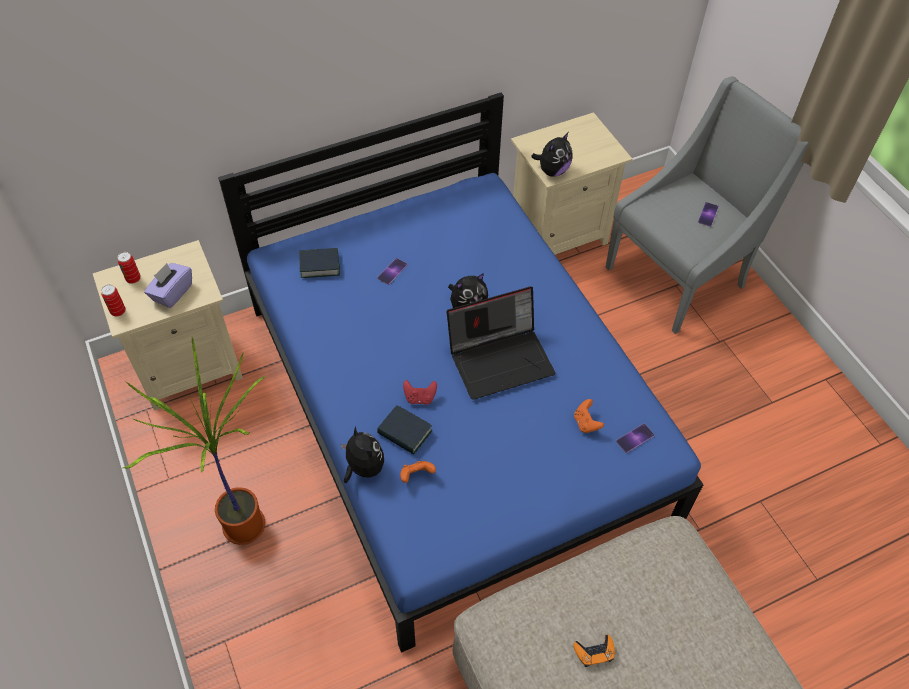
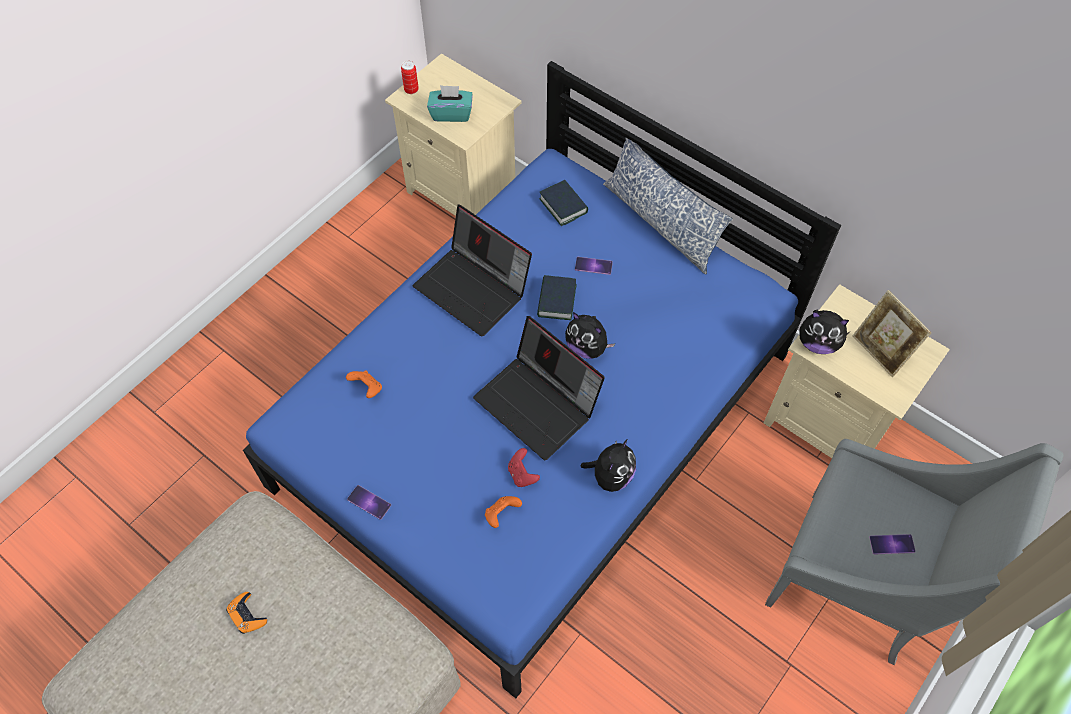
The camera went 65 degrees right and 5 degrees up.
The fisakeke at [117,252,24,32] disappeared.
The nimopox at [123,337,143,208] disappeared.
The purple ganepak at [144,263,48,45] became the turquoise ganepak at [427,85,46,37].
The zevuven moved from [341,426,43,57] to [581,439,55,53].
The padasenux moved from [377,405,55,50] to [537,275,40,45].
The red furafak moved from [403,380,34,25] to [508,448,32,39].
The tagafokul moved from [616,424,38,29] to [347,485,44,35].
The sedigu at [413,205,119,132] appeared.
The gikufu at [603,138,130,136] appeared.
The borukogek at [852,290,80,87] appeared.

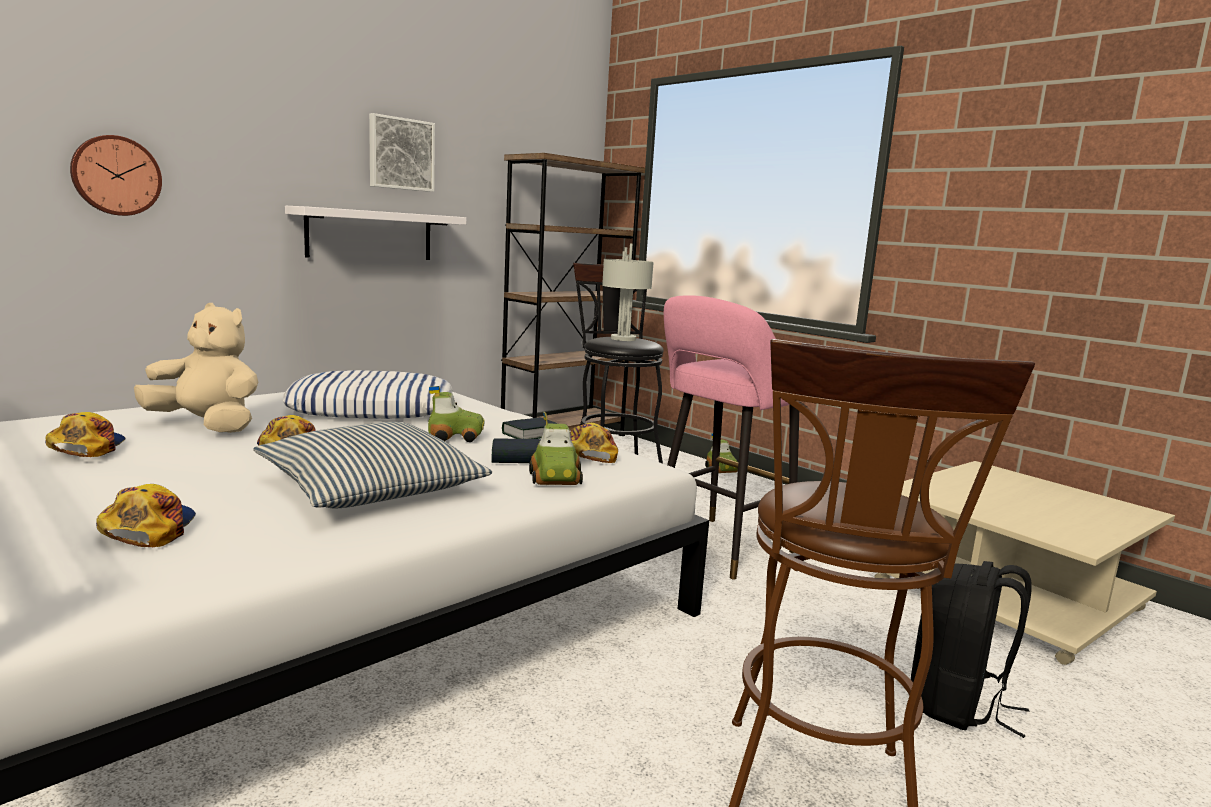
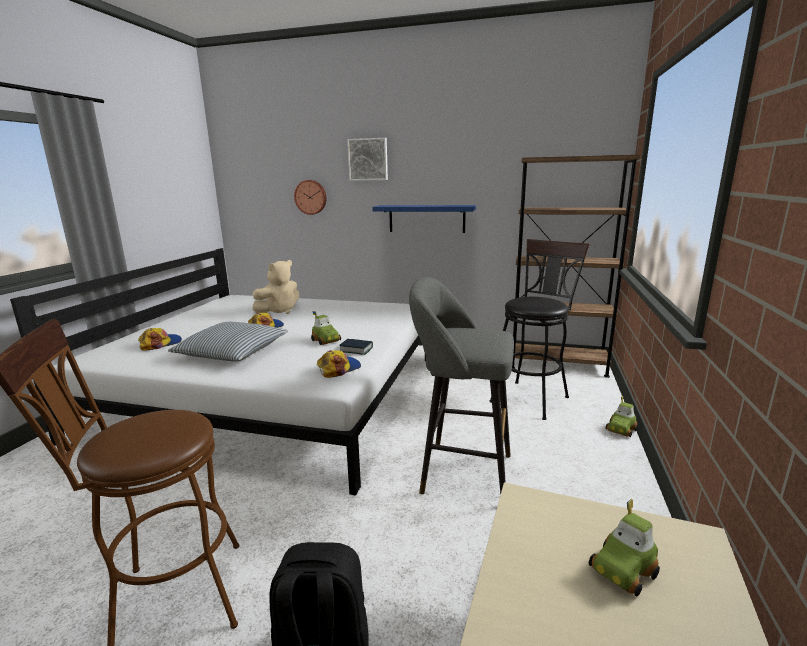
The camera went 60 degrees right and 5 degrees up.
The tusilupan at [45,412,81,45] disappeared.
The beige zevuven at [134,303,124,130] turned 60 degrees clockwise.
The gikufu at [283,370,170,49] disappeared.
The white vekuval at [285,206,181,54] became the blue vekuval at [372,205,104,28].
The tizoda moved from [369,113,66,79] to [347,138,41,43].
The padasenux at [491,438,50,25] disappeared.
The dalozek moved from [529,412,54,73] to [589,499,71,97].
The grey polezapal at [602,244,52,97] disappeared.
The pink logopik at [664,295,135,285] became the grey logopik at [409,277,105,218].

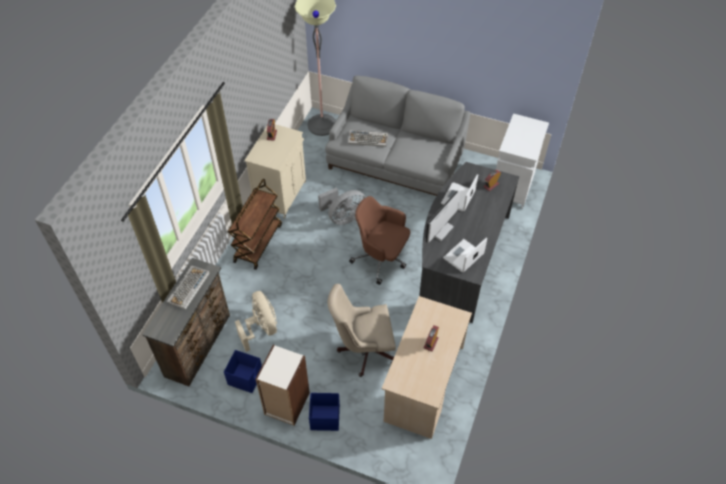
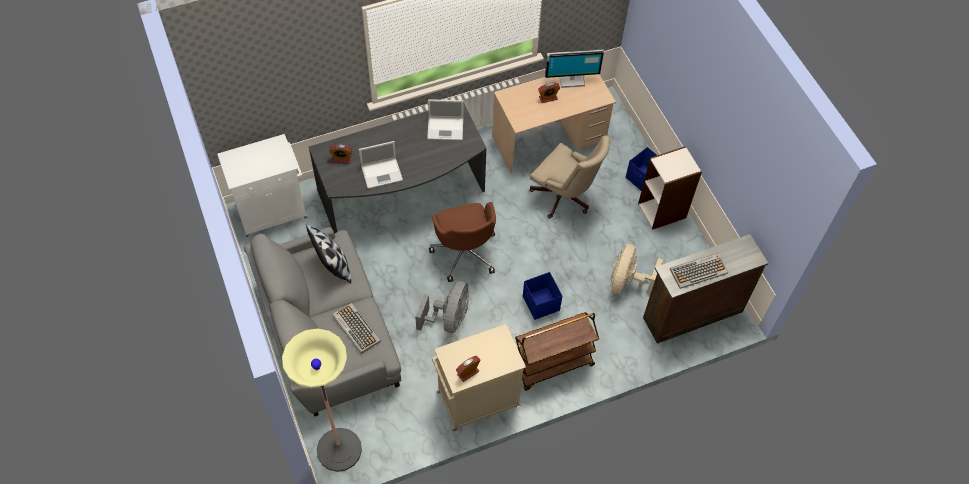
The camera went 135 degrees left and 5 degrees up.
The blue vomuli moved from [224,350,38,43] to [523,272,39,48].
The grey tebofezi at [318,188,48,37] turned 90 degrees clockwise.
The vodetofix moved from [425,190,36,54] to [545,50,59,38].
The gikufu at [306,224,45,59] appeared.

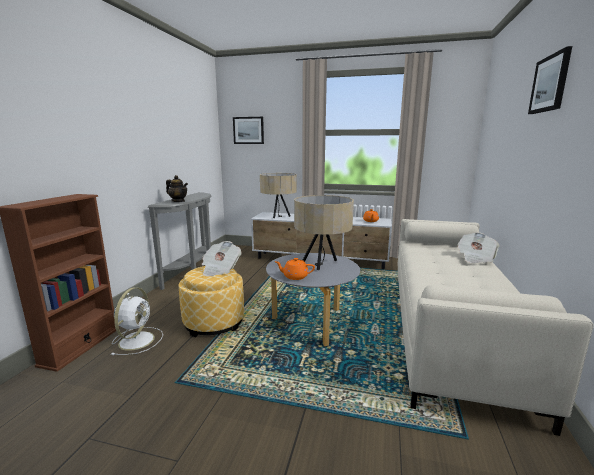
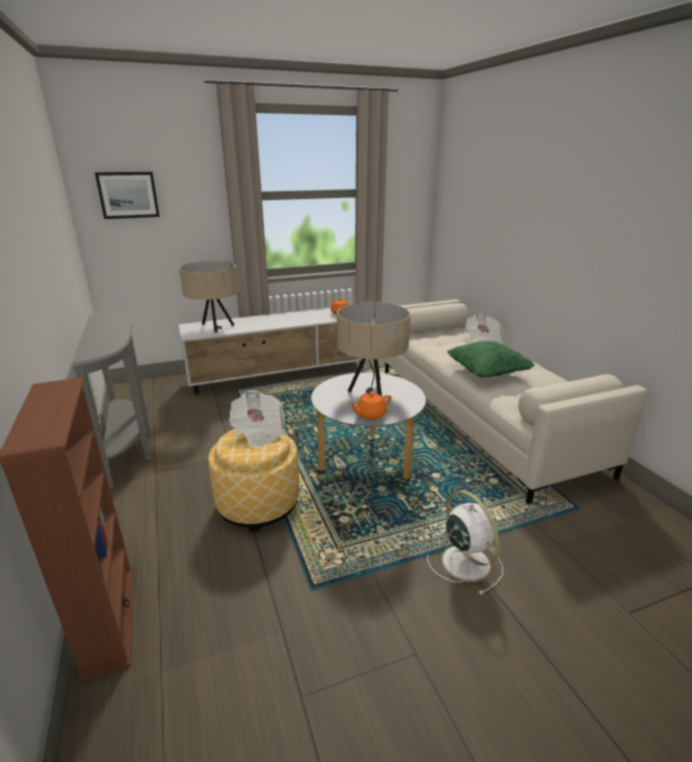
The camera went 35 degrees left and 10 degrees up.
The white tebofezi moved from [111,287,52,68] to [427,490,76,105].
The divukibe at [166,175,22,27] disappeared.
The tizoda at [528,46,44,68] disappeared.
The green gikufu at [447,341,88,37] appeared.

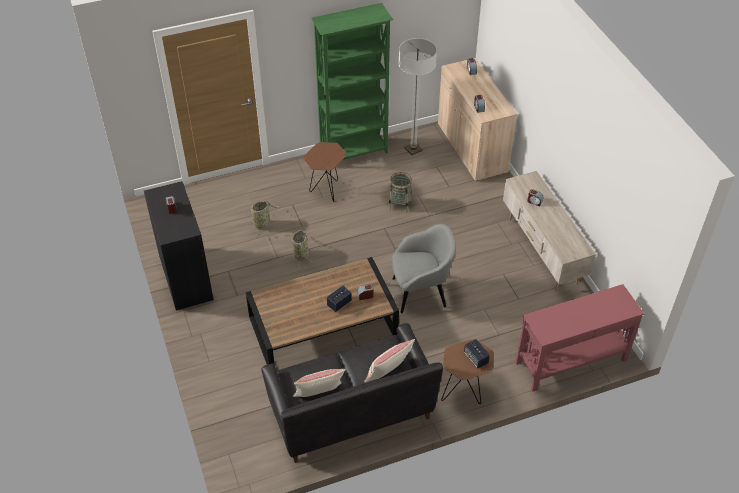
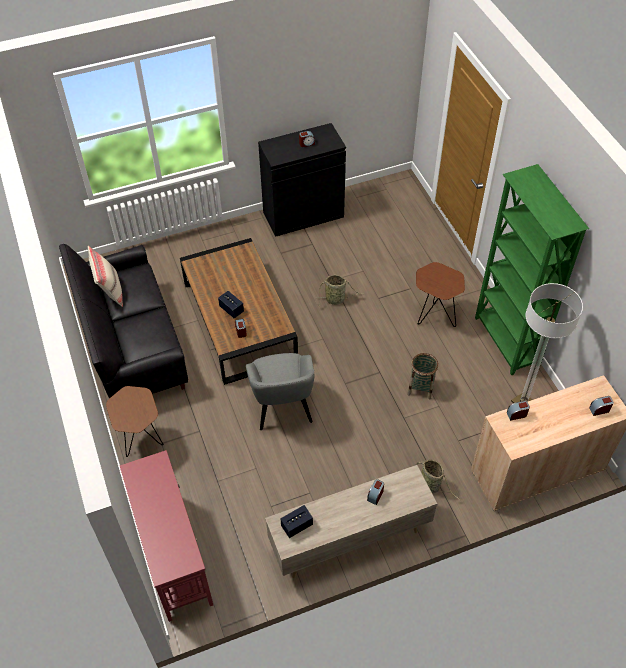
The camera went 90 degrees right and 5 degrees up.
The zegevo moved from [250,201,29,34] to [416,460,45,40].
The beige gikufu at [364,339,51,44] disappeared.
The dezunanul moved from [464,339,26,30] to [281,505,32,33].

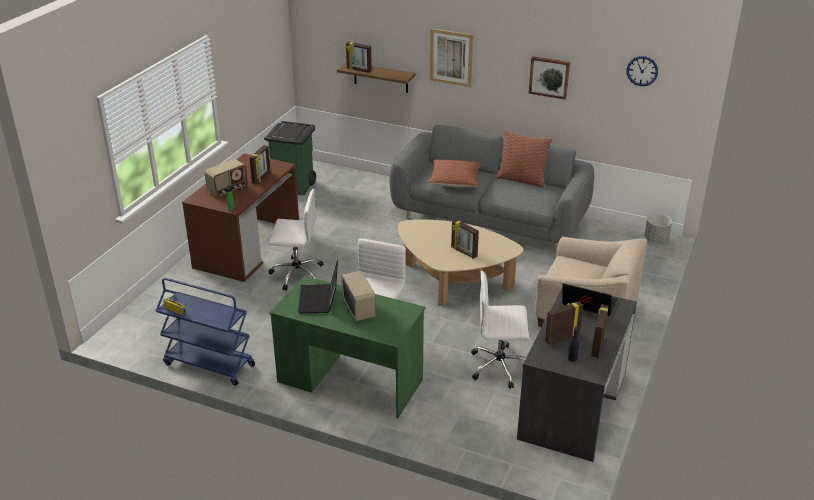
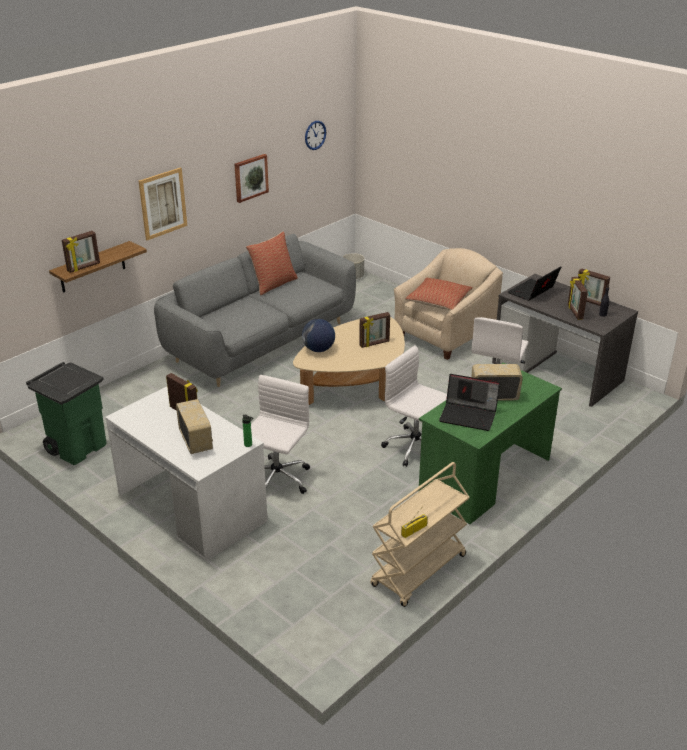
The camera went 70 degrees left and 0 degrees up.
The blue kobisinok at [156,278,99,108] became the beige kobisinok at [370,462,99,145].
The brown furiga at [182,153,117,129] became the white furiga at [105,386,163,175].
The gikufu moved from [428,159,53,28] to [405,278,68,32].
The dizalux at [302,319,33,33] appeared.

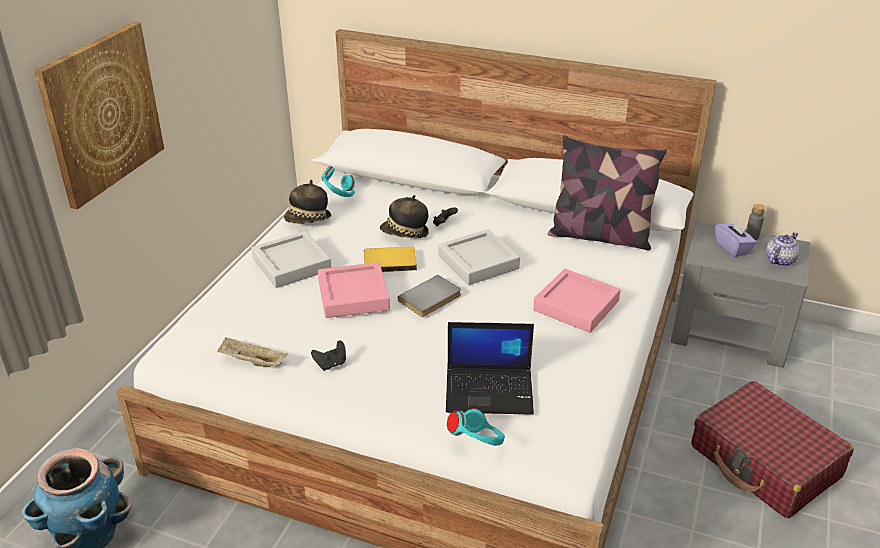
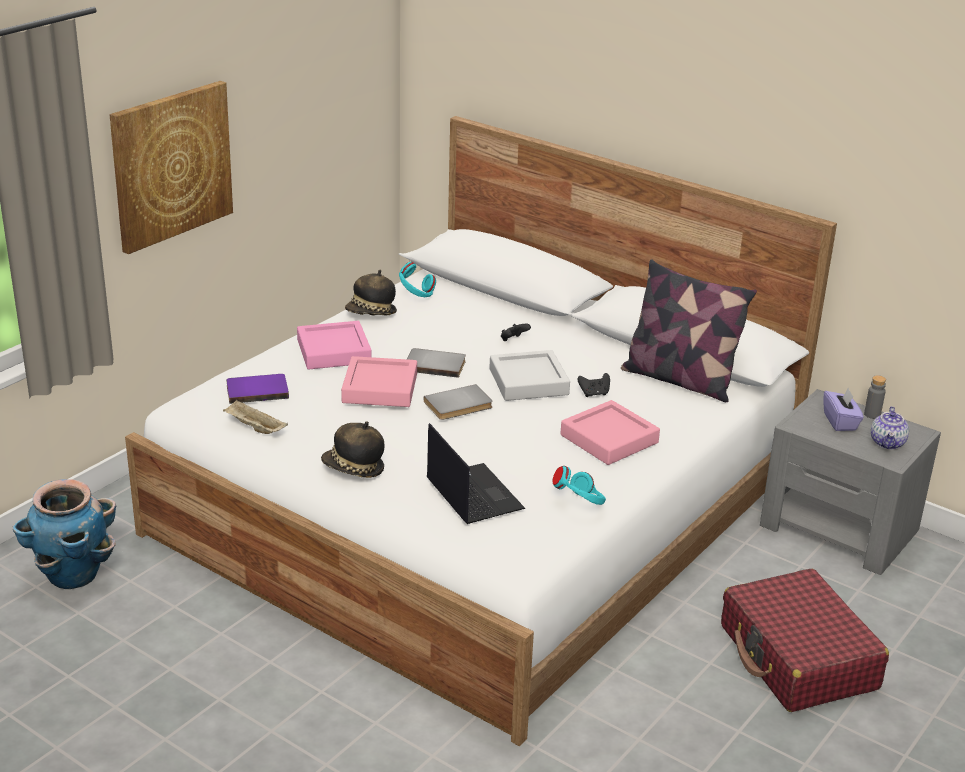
The camera went 15 degrees right and 5 degrees down.
The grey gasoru at [252,231,80,57] became the pink gasoru at [297,321,75,49].
The black furafak moved from [311,340,35,31] to [577,373,33,24].
The yellow padasenux at [364,246,53,26] became the grey padasenux at [407,348,59,30].
The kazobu moved from [380,195,49,43] to [321,421,63,57].
The sedigu at [446,322,88,93] turned 135 degrees counterclockwise.
The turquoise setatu moved from [447,408,58,38] to [552,466,54,39].
The divukibe at [766,232,33,34] turned 135 degrees clockwise.
The purple padasenux at [226,374,63,30] appeared.

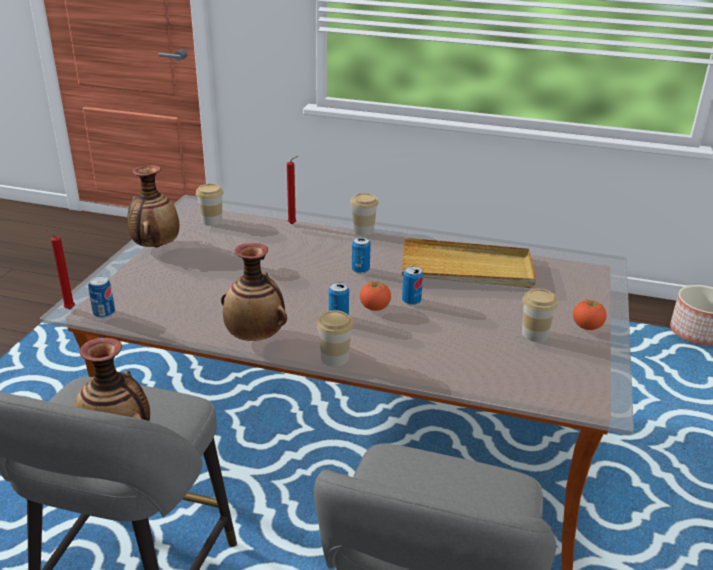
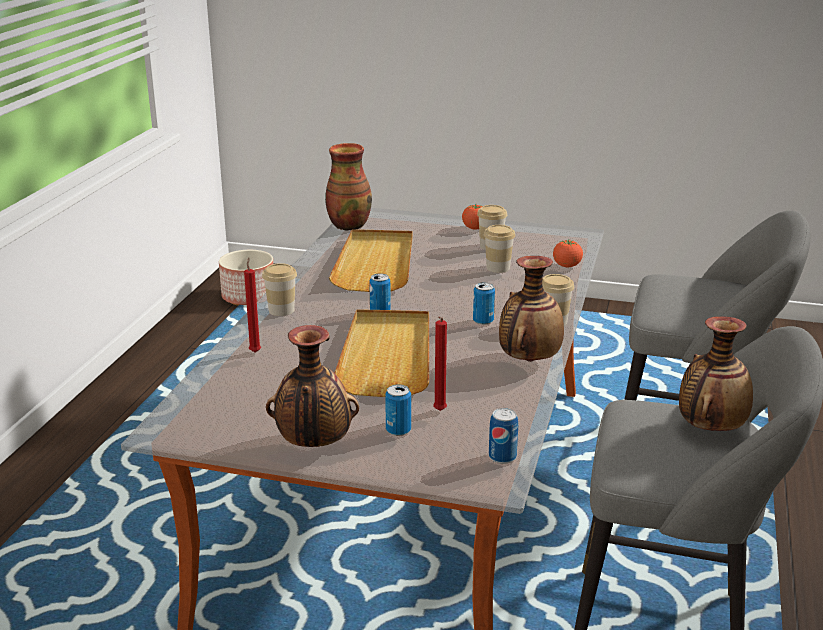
The camera went 90 degrees left and 5 degrees down.
The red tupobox moved from [46,229,29,80] to [433,317,14,94].
The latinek moved from [196,184,28,42] to [484,225,31,48].
The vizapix moved from [360,281,31,30] to [553,240,30,27].
The fisakeke moved from [402,266,21,39] to [385,384,26,52].
The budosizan at [325,143,47,87] appeared.
The beige gasoru at [334,310,95,87] appeared.

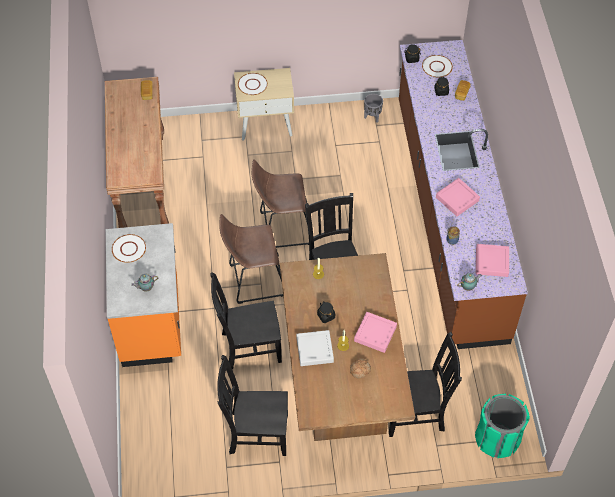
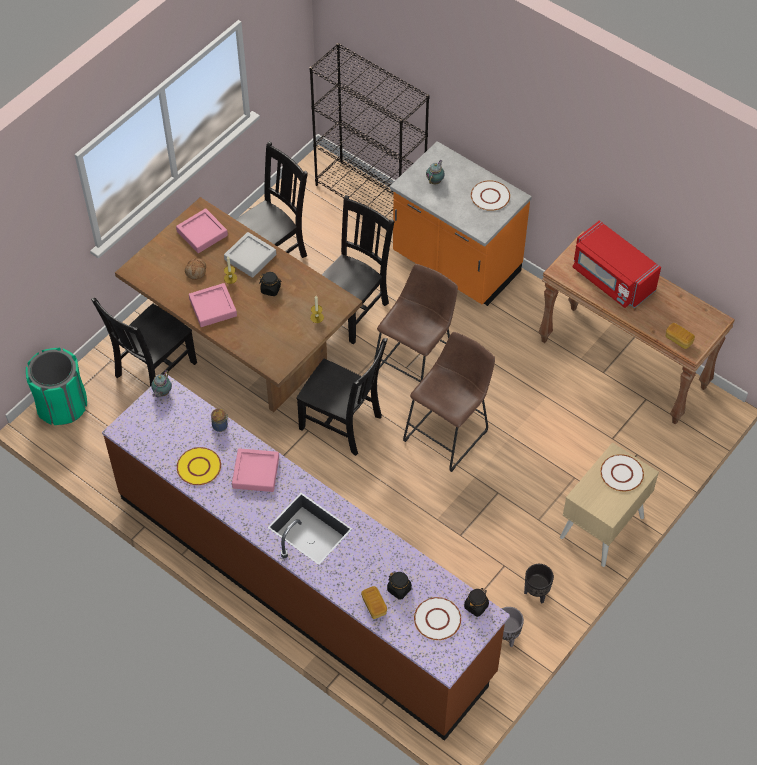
The camera went 135 degrees right and 0 degrees up.
The pink gasoru moved from [476,244,33,33] to [176,208,52,45].
The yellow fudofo at [177,447,44,38] appeared.
The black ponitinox at [309,43,120,175] appeared.
The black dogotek at [524,564,30,40] appeared.
The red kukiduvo at [573,220,88,88] appeared.

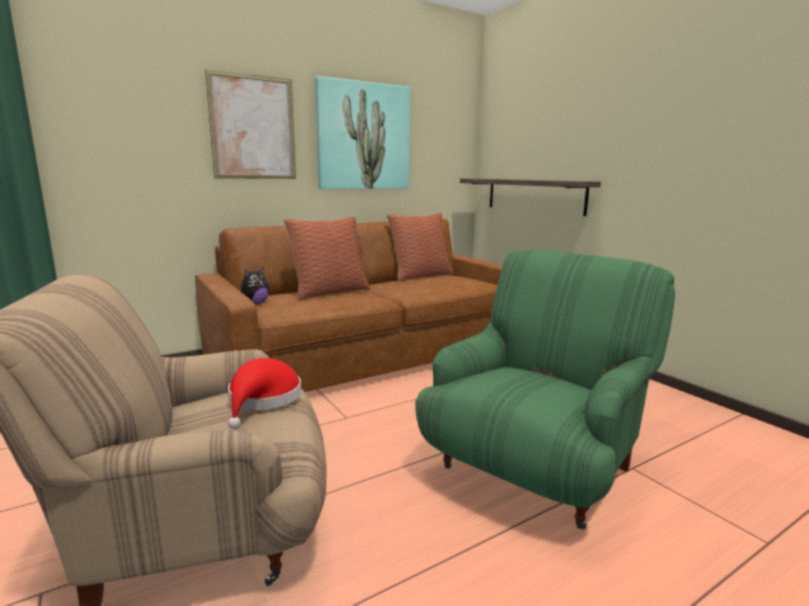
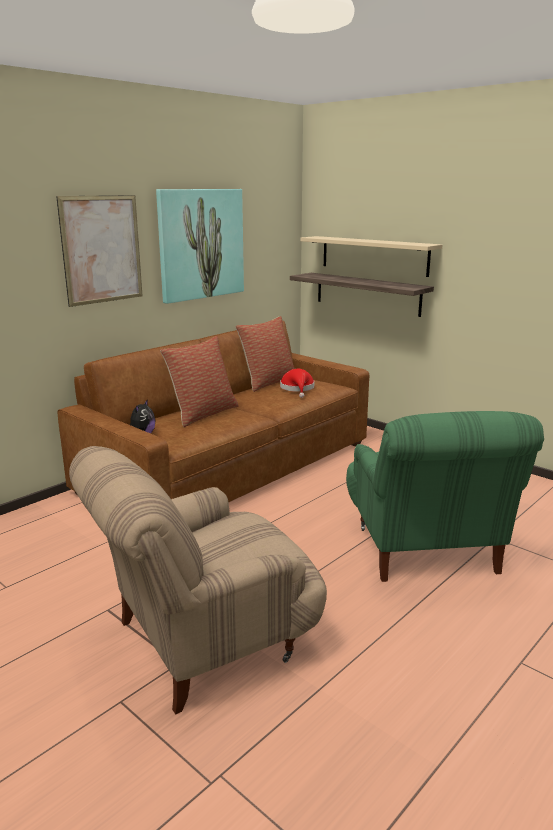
The camera went 15 degrees left and 5 degrees up.
The red kazobu moved from [228,358,73,71] to [280,369,34,29].
The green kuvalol at [415,250,260,280] turned 150 degrees clockwise.
The beige vekuval at [300,236,142,41] appeared.

